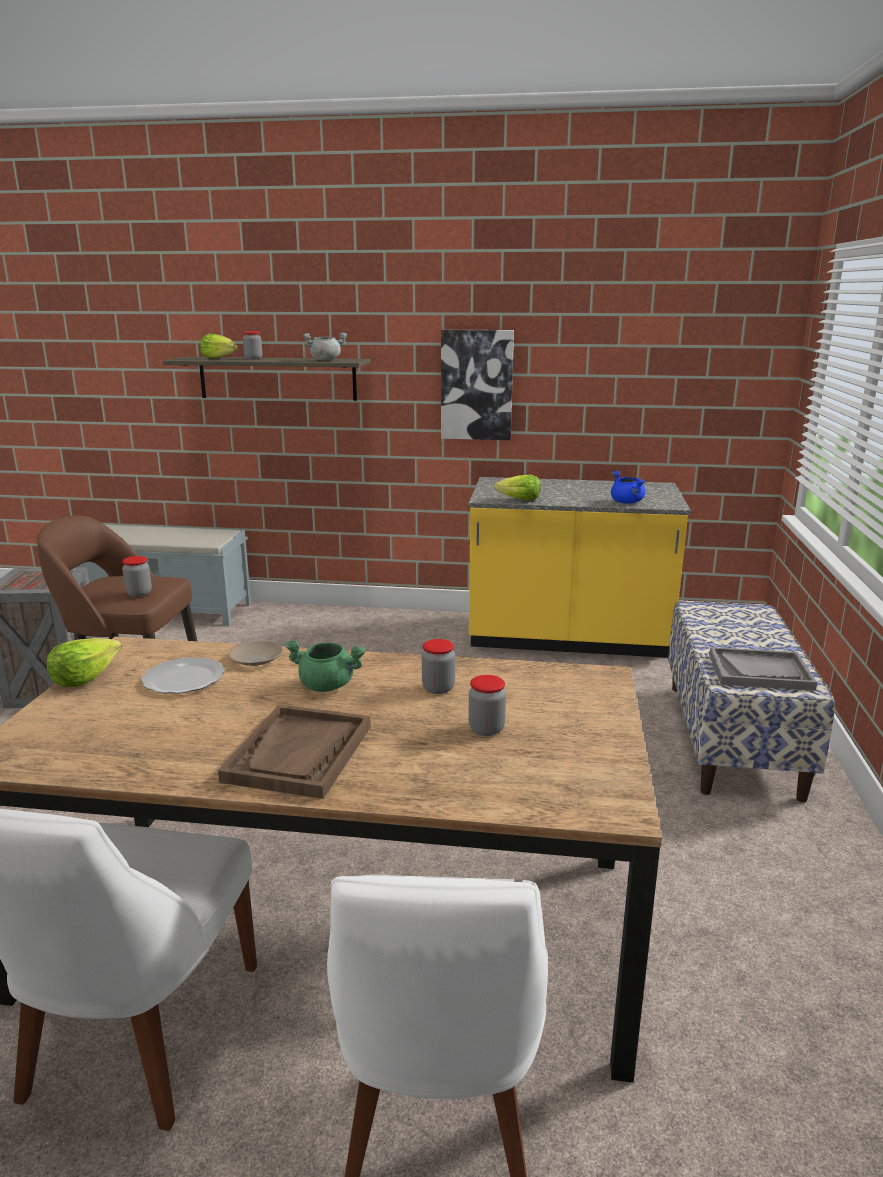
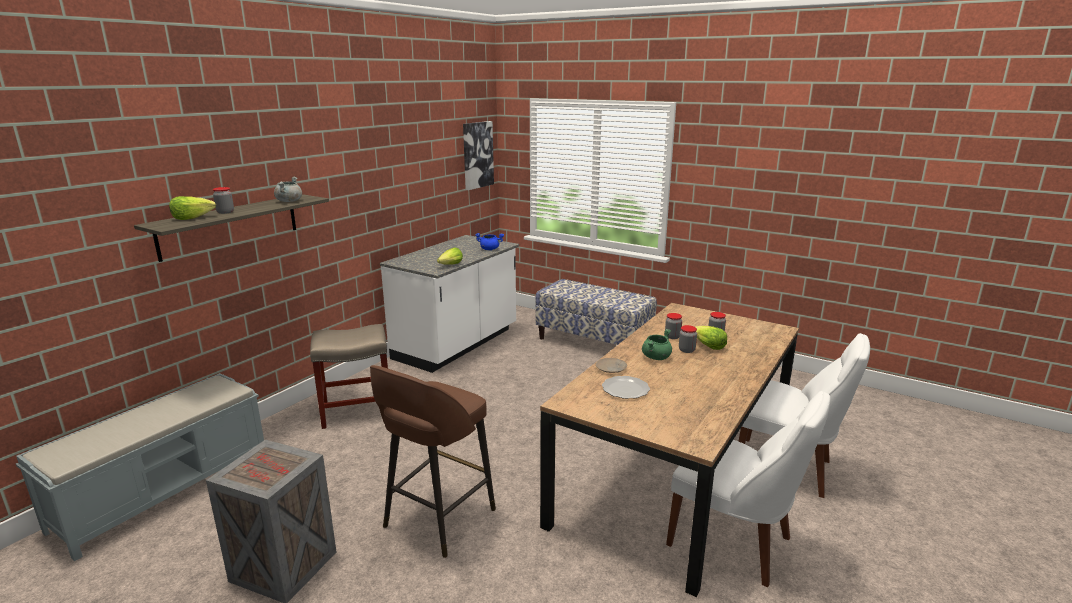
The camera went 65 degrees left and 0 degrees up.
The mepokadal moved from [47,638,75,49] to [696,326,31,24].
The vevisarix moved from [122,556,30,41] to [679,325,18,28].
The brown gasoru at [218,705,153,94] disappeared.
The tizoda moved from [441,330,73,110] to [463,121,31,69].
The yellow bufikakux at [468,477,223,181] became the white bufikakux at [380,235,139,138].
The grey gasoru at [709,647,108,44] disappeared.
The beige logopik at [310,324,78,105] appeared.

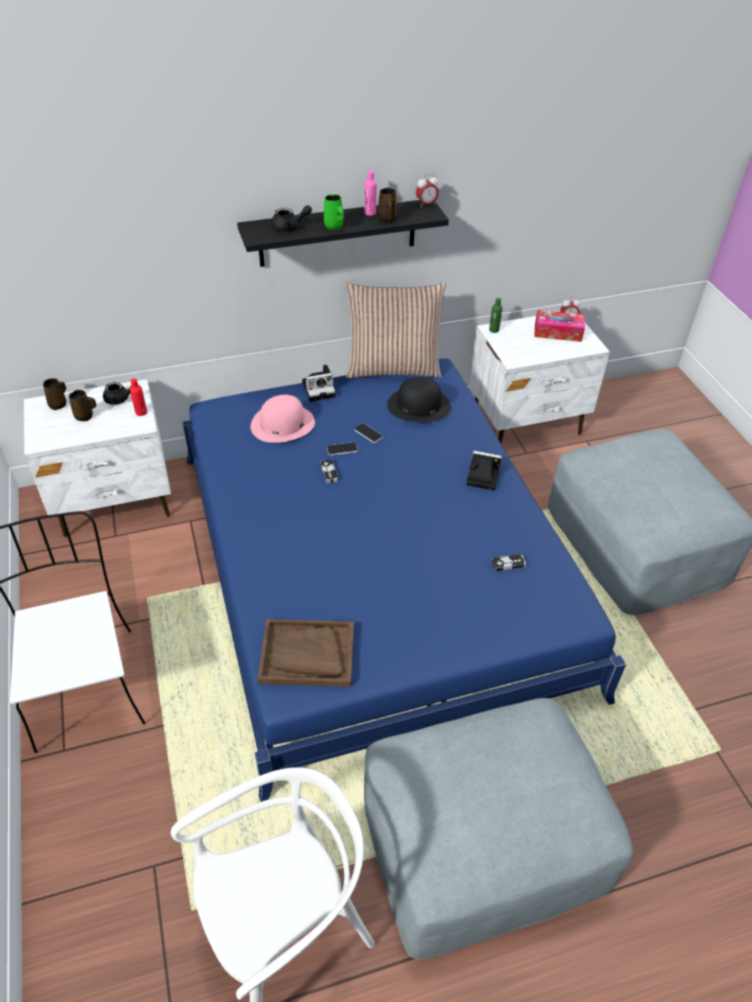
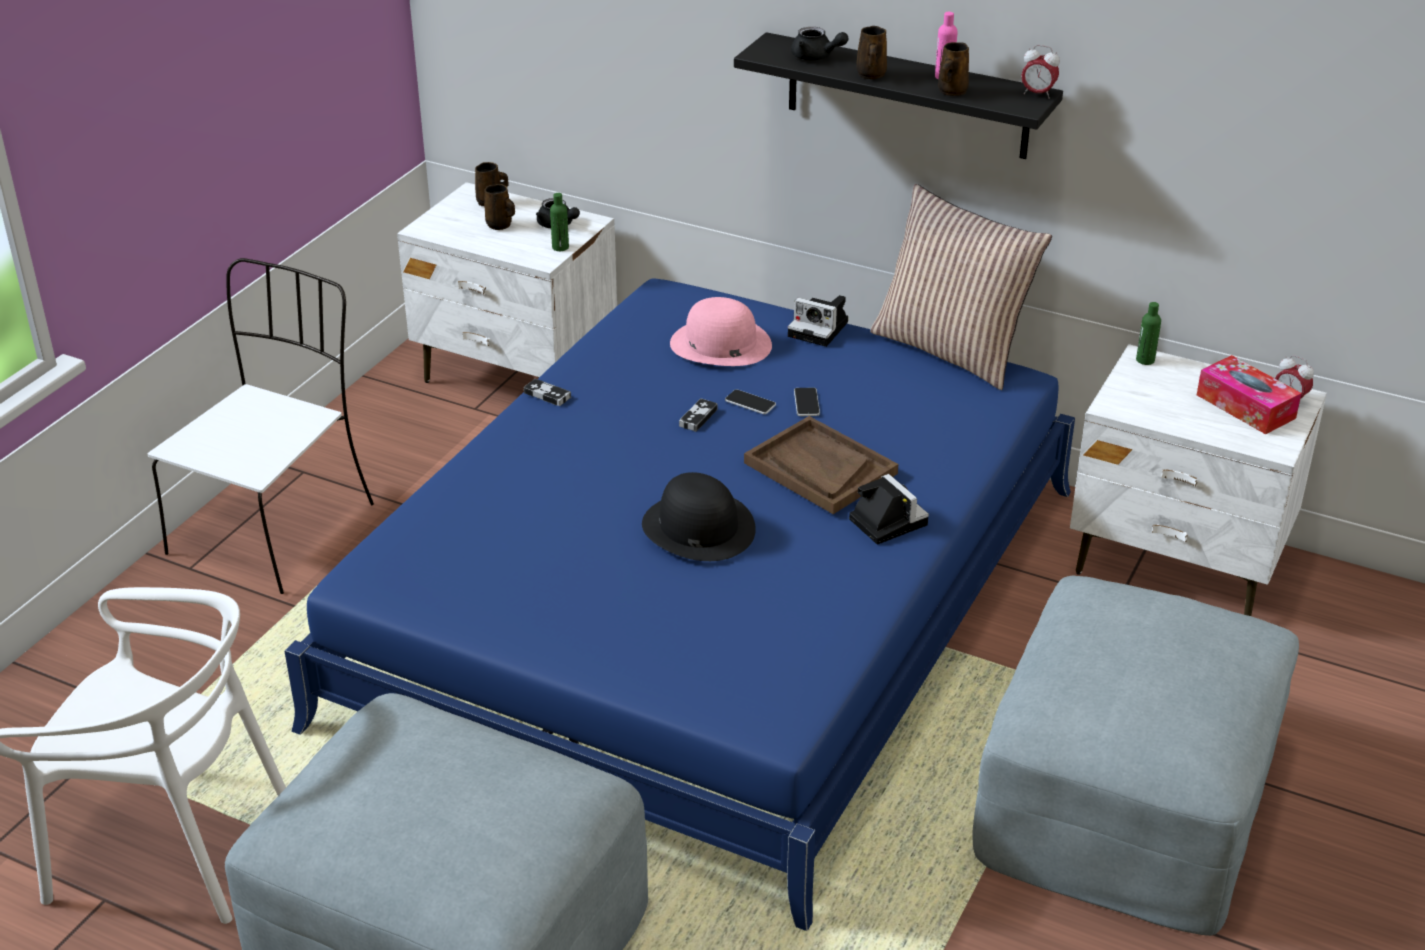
The camera went 45 degrees right and 10 degrees down.
The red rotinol at [130,378,17,38] became the green rotinol at [550,193,19,58].
The brown gasoru moved from [258,619,96,68] to [744,416,154,98].
The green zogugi at [324,194,20,36] became the brown zogugi at [857,26,30,53].
The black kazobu moved from [387,377,64,45] to [642,472,114,89].
The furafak moved from [491,554,35,17] to [524,379,47,27].

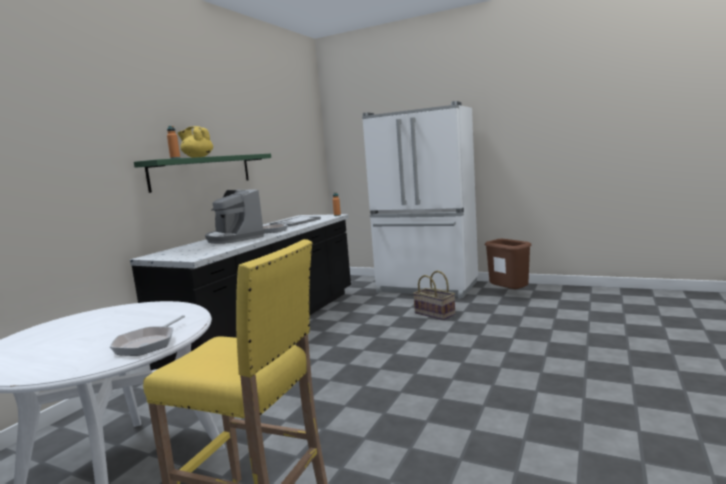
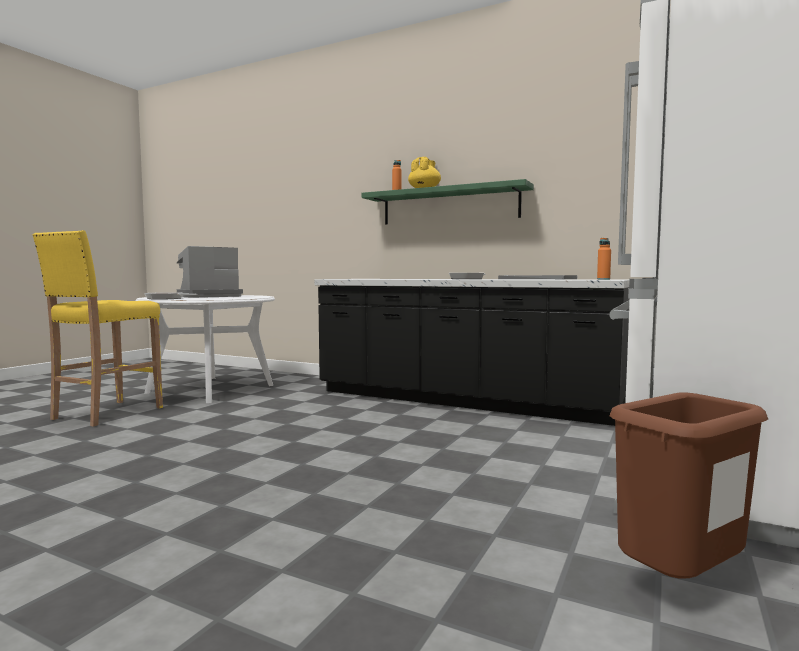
The camera went 90 degrees right and 5 degrees down.
The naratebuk moved from [205,190,60,54] to [177,246,66,52].
The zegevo at [413,271,42,49] disappeared.

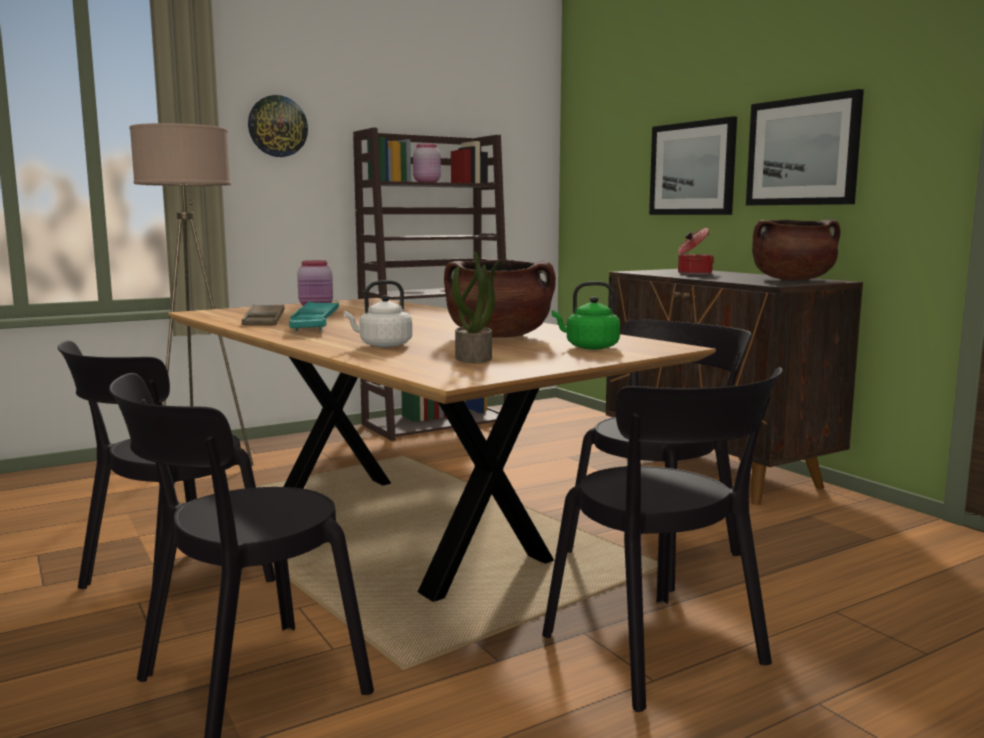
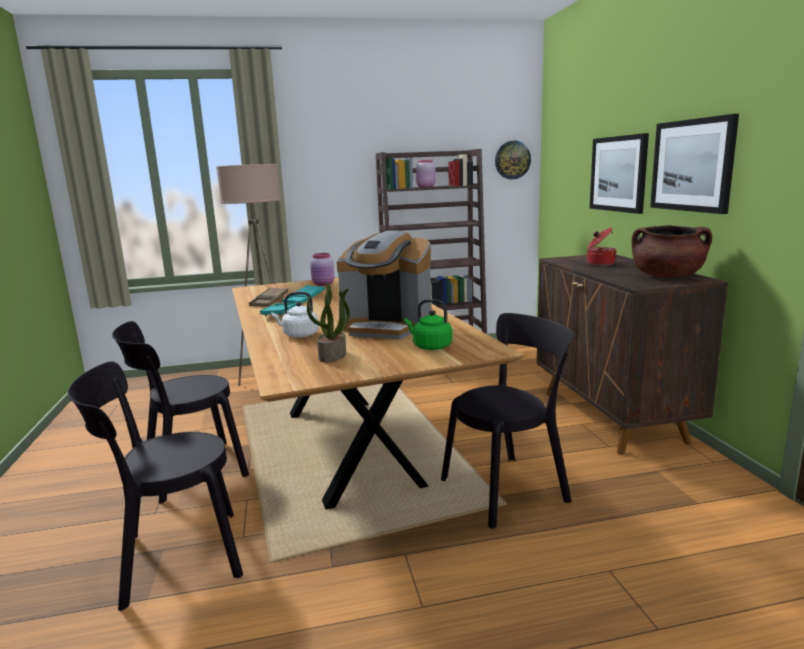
The camera went 20 degrees right and 5 degrees up.
The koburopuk moved from [248,95,60,62] to [495,141,36,38].
The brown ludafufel at [444,260,112,78] was replaced by the naratebuk at [337,231,94,108].
The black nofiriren at [542,367,241,345] disappeared.

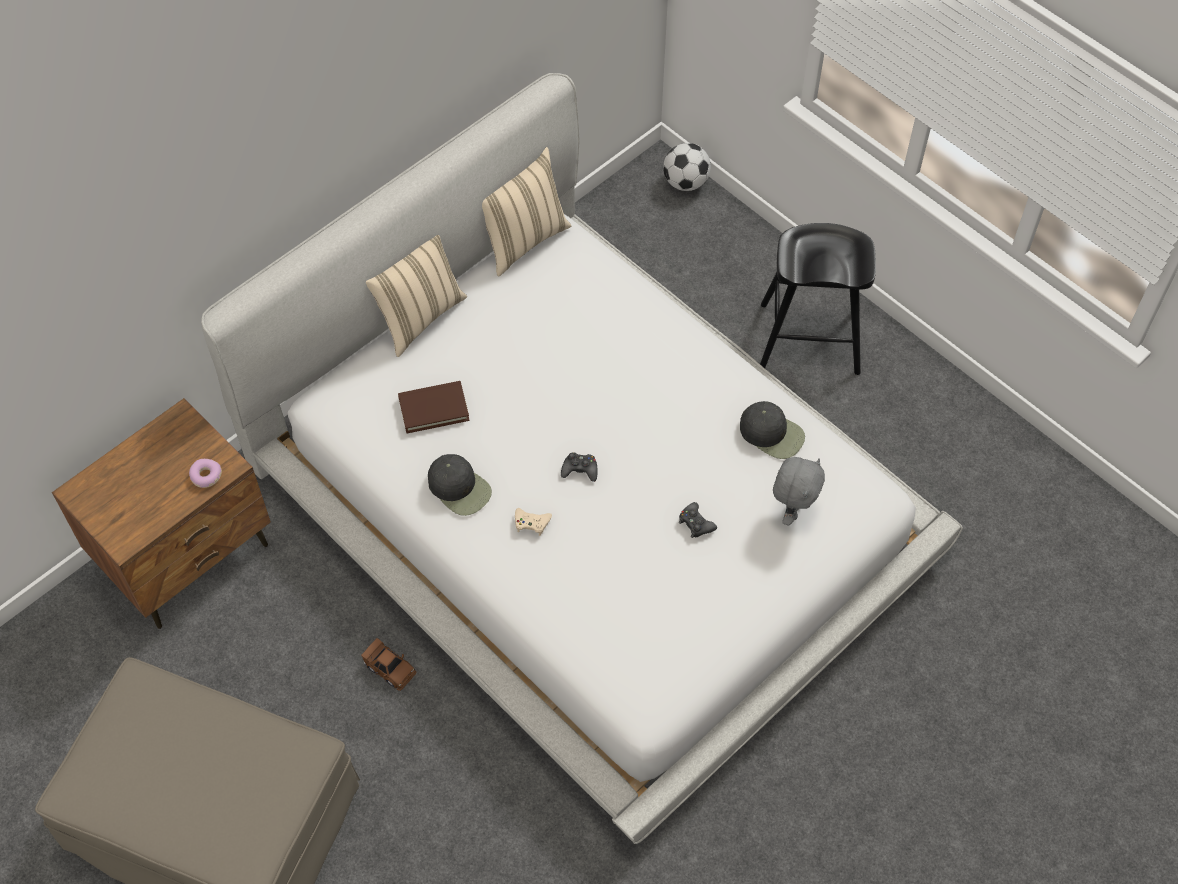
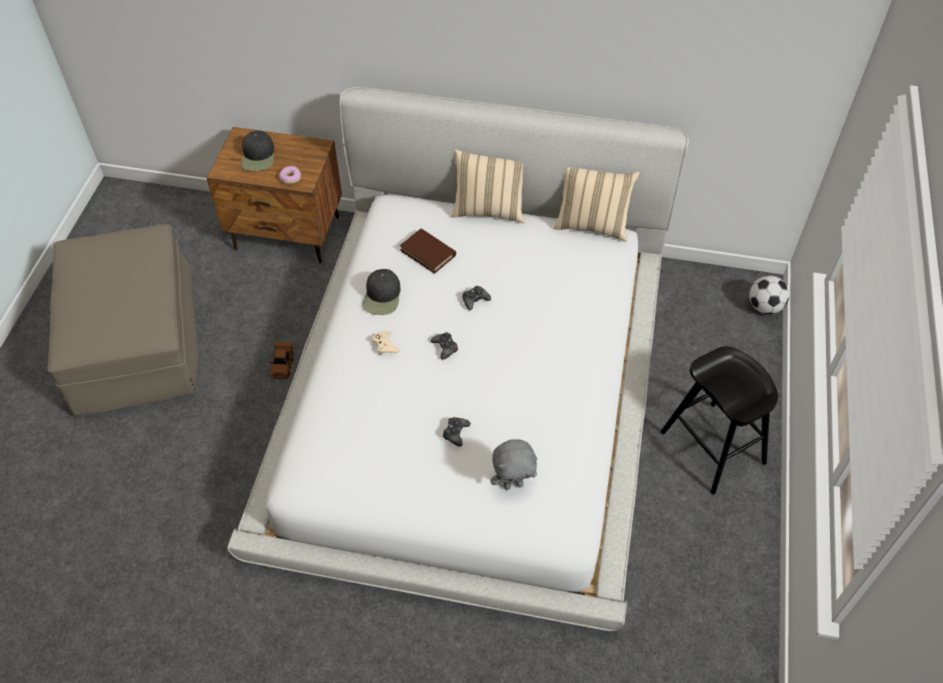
The camera went 55 degrees right and 5 degrees down.
The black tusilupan moved from [740,401,65,58] to [241,130,33,41].
The black furafak at [462,286,29,25] appeared.

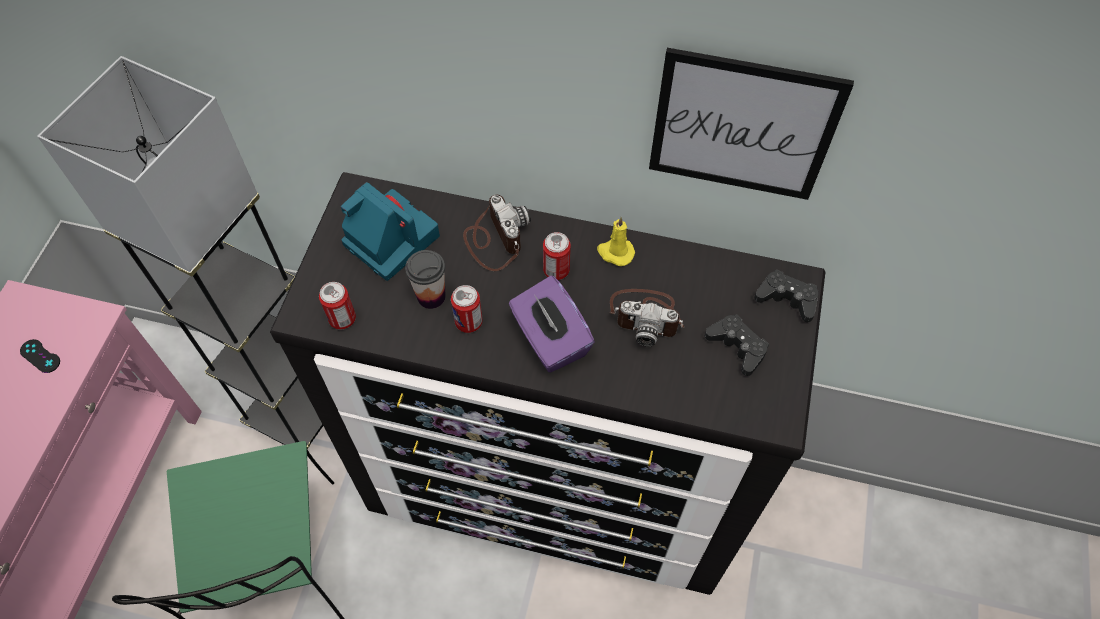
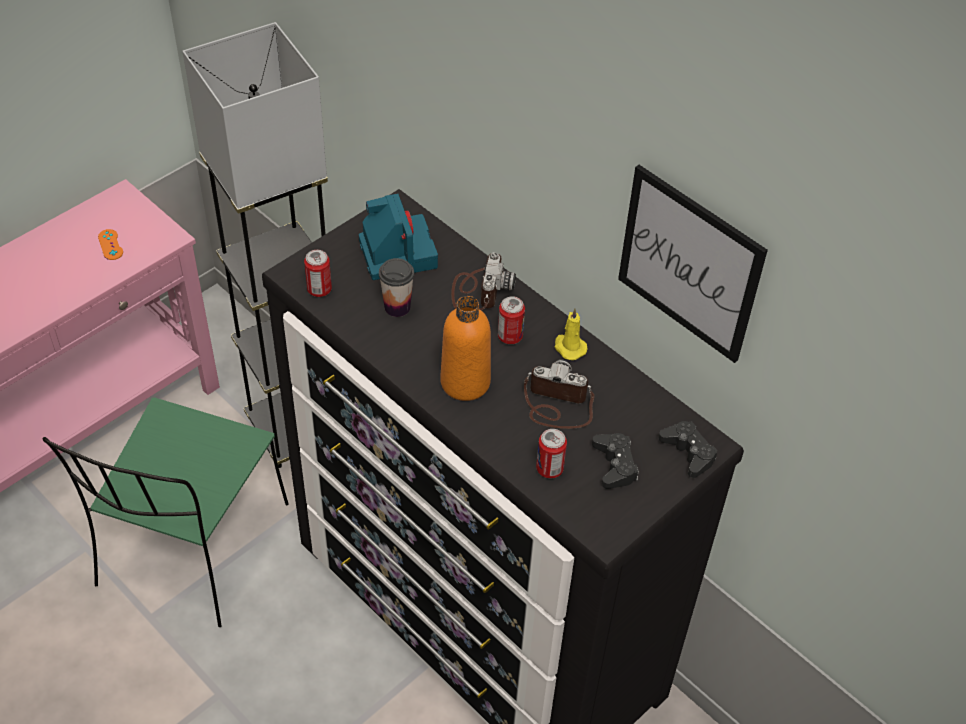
The camera went 30 degrees right and 10 degrees down.
The black furafak at [20,339,40,34] became the orange furafak at [98,229,25,31].
The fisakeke moved from [451,285,32,48] to [536,429,31,49].
The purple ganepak at [509,276,86,96] was replaced by the orange rotinol at [440,296,51,105].
The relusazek at [610,289,75,58] turned 150 degrees clockwise.

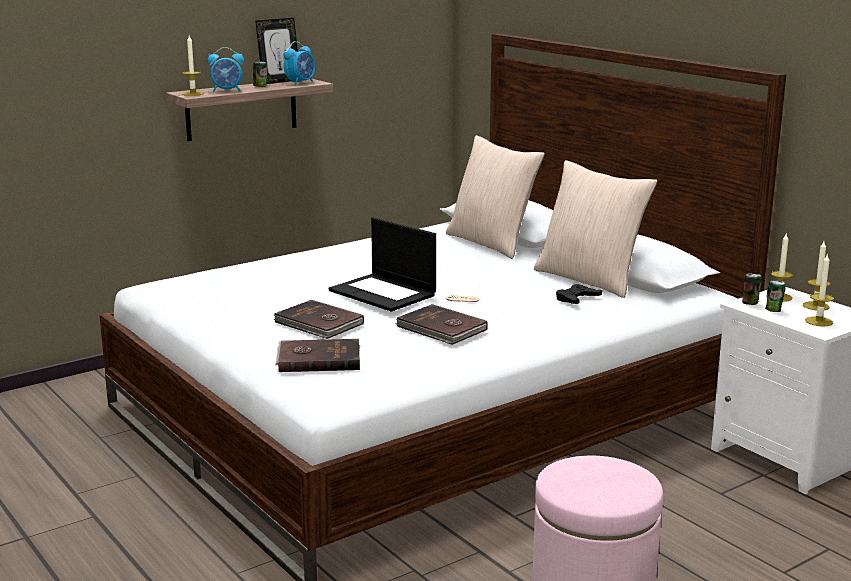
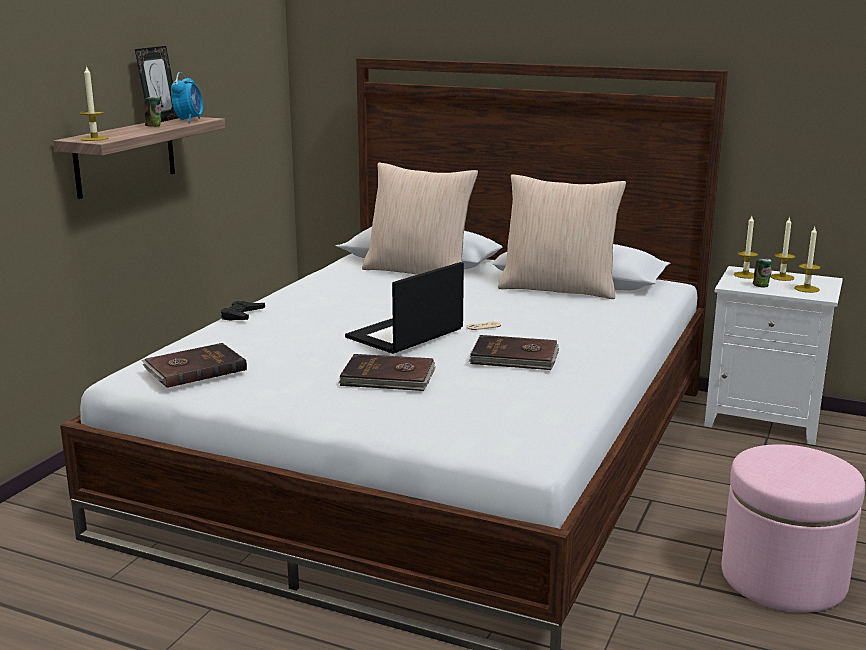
The camera went 30 degrees left and 0 degrees up.
The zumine at [208,47,36,45] disappeared.
The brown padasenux moved from [275,339,85,33] to [142,343,105,45].
The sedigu at [329,217,107,95] turned 120 degrees clockwise.
The black furafak moved from [556,284,46,20] to [221,301,44,20].
The fisakeke at [742,273,20,32] disappeared.

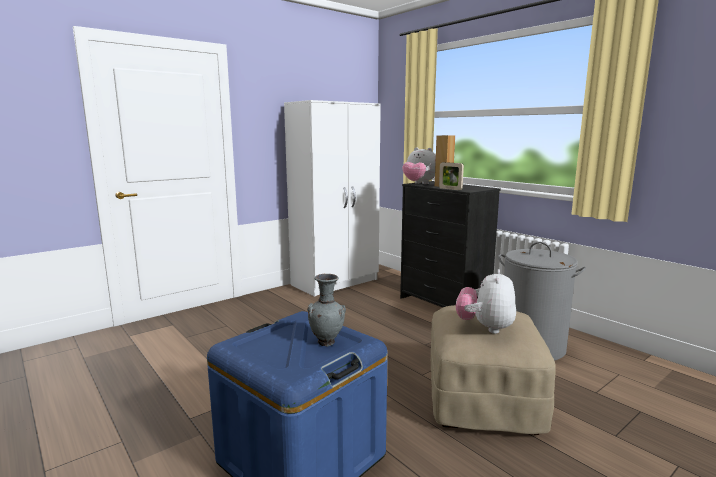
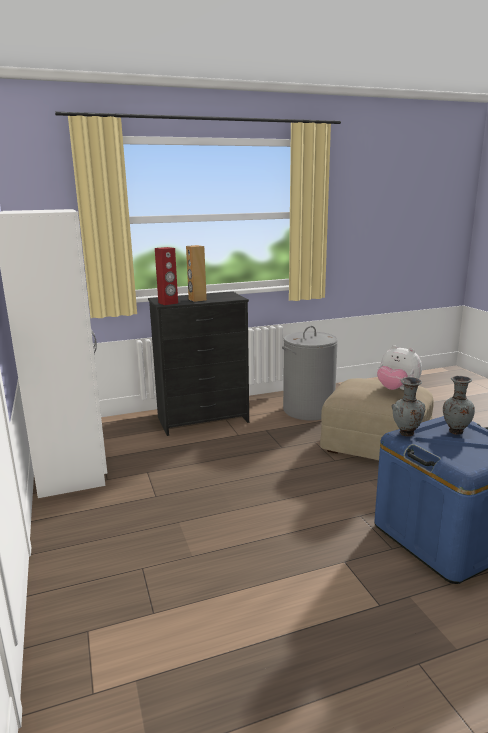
The camera went 70 degrees left and 5 degrees up.
The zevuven at [402,147,34,37] was replaced by the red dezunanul at [155,247,23,58].
The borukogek at [439,162,25,28] disappeared.
The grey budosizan at [392,377,33,59] appeared.

